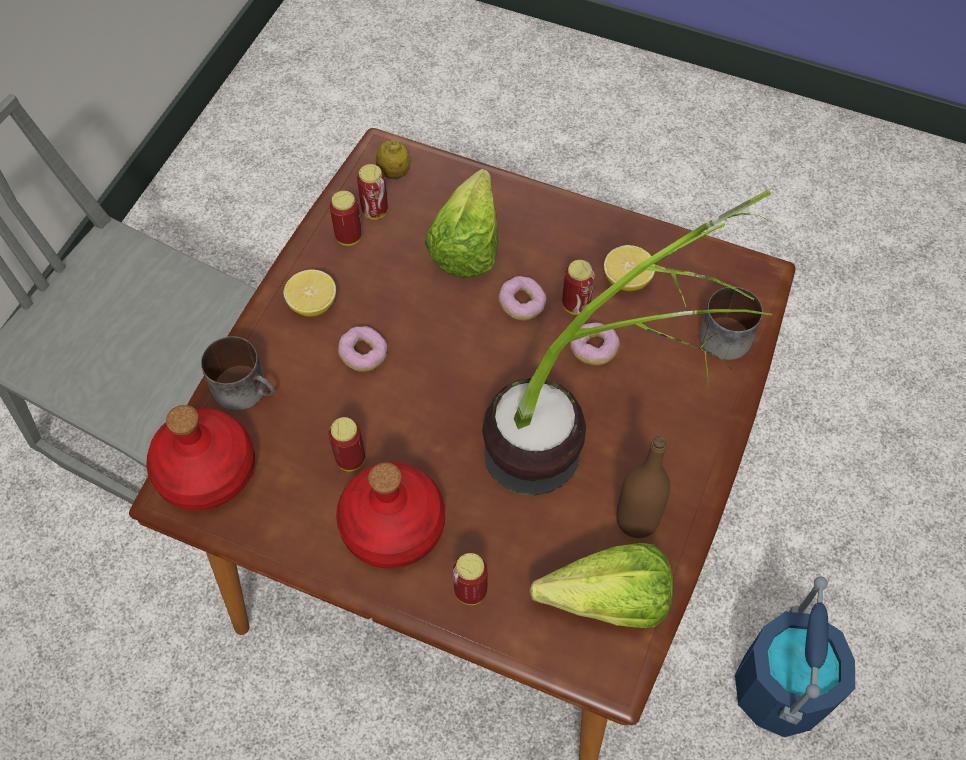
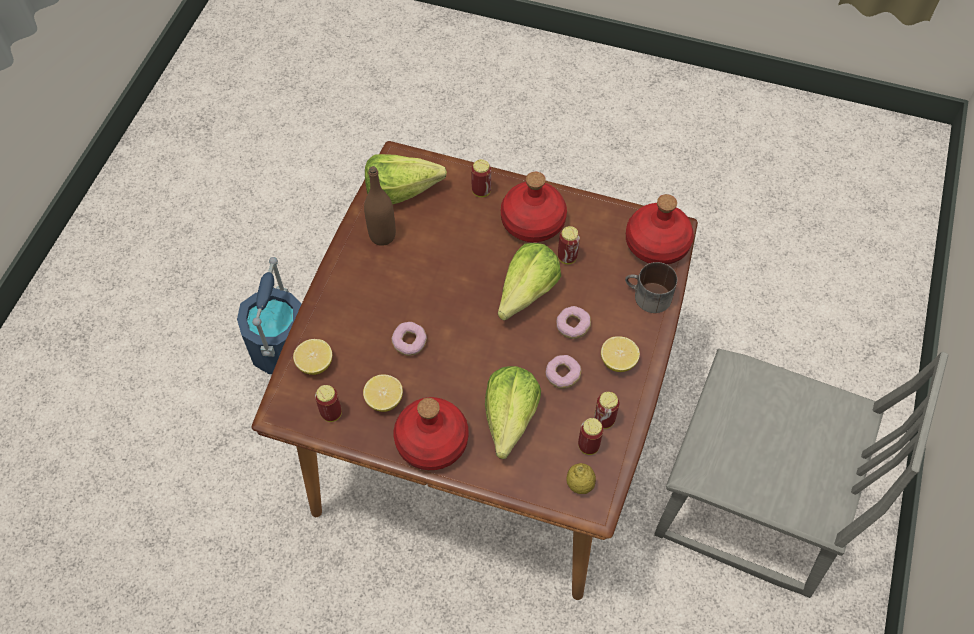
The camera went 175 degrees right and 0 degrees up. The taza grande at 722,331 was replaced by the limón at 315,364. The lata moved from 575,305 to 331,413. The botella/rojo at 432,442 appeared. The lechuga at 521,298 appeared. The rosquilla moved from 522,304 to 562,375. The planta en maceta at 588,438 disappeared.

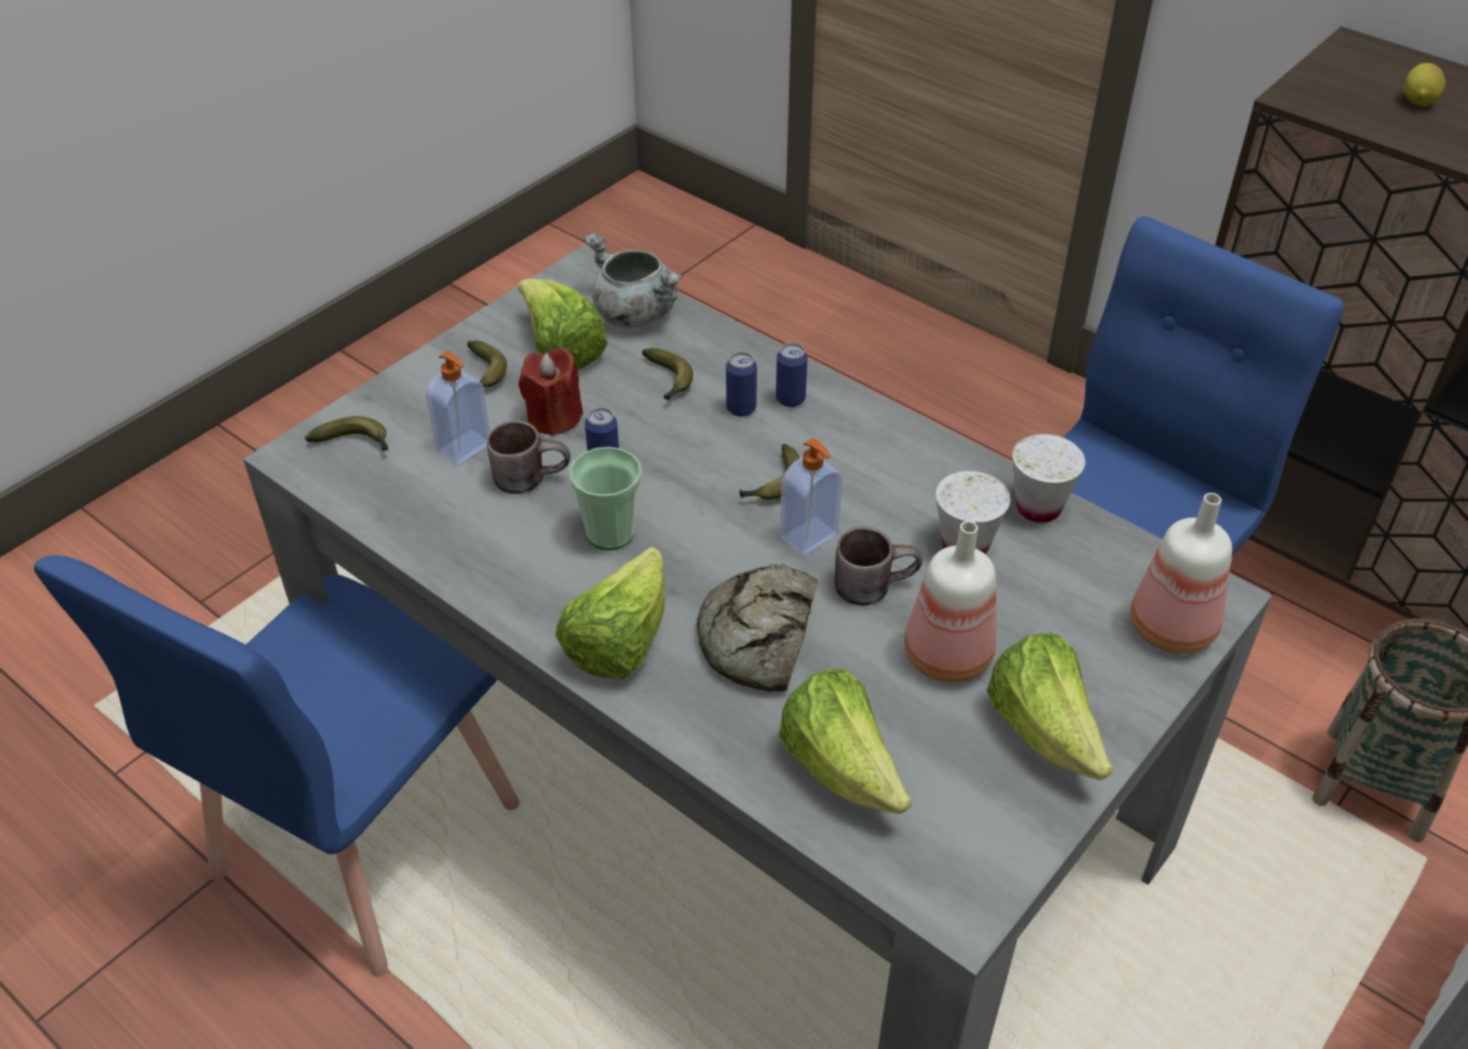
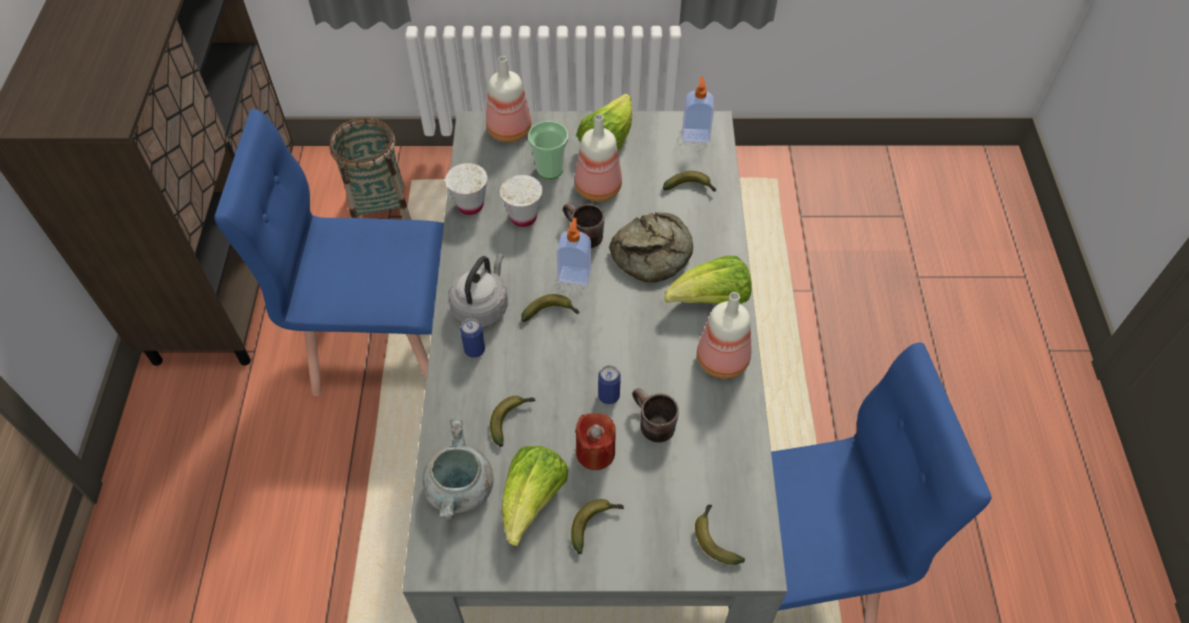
The camera went 130 degrees left and 10 degrees up. The hervidor/gris at 482,306 appeared. The taza moved from 610,533 to 549,169. The lechuga at 842,768 was replaced by the plátano at 690,187. The dispensador de jabón moved from 465,449 to 695,134. The botella at 723,359 appeared. The lata at 741,408 disappeared. The limón at 1418,101 disappeared.

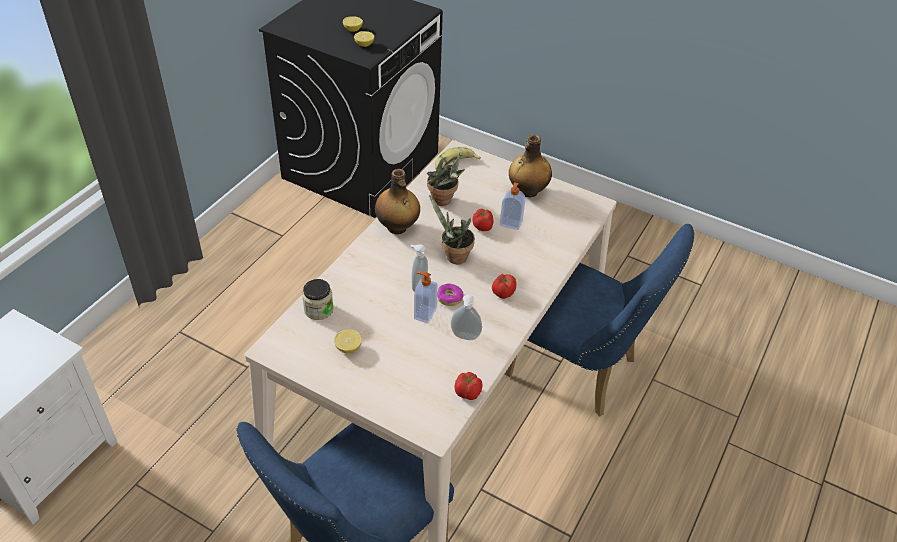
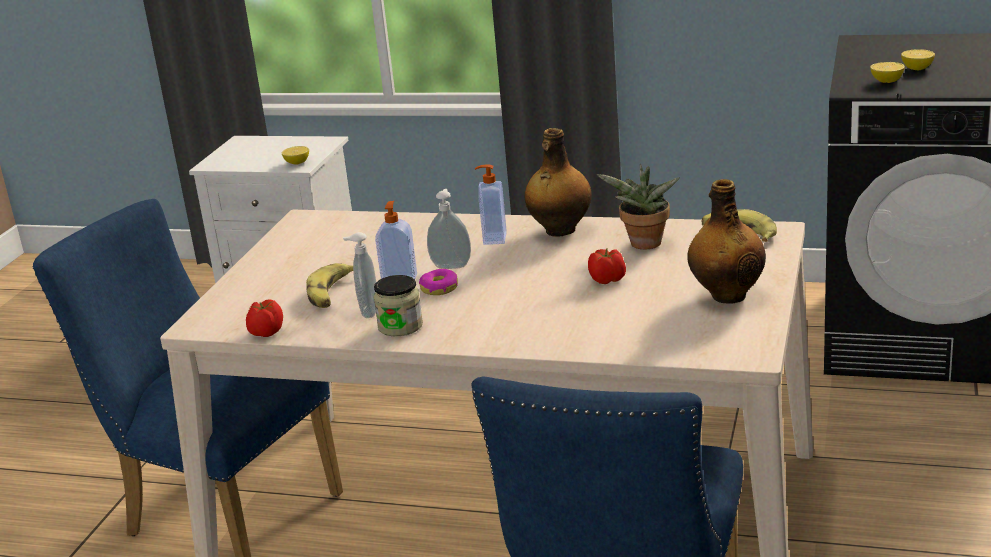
The camera went 80 degrees right and 20 degrees down. The limón moved from 348,348 to 297,163. The plátano at 333,293 appeared. The tarro moved from 318,309 to 400,326. The dispensador de jabón moved from 510,224 to 493,238. The planta en maceta at 453,257 disappeared. The tomate at 503,293 disappeared.

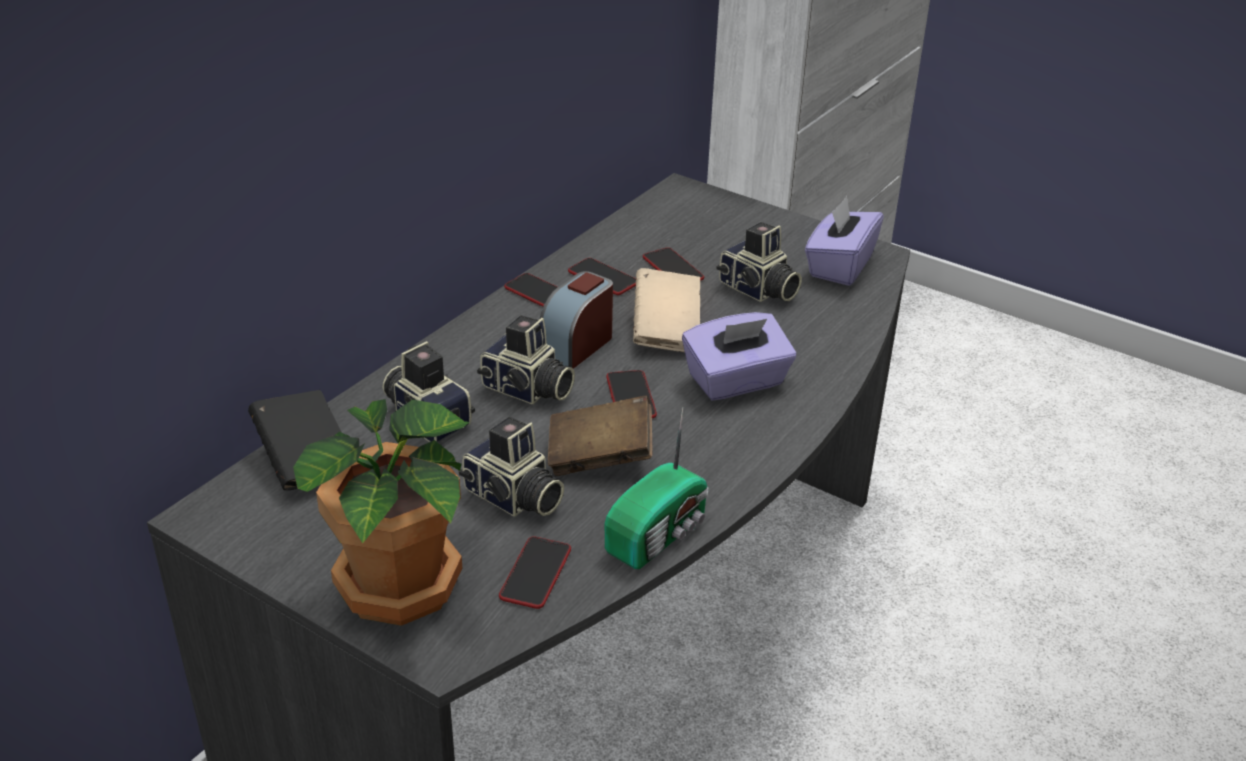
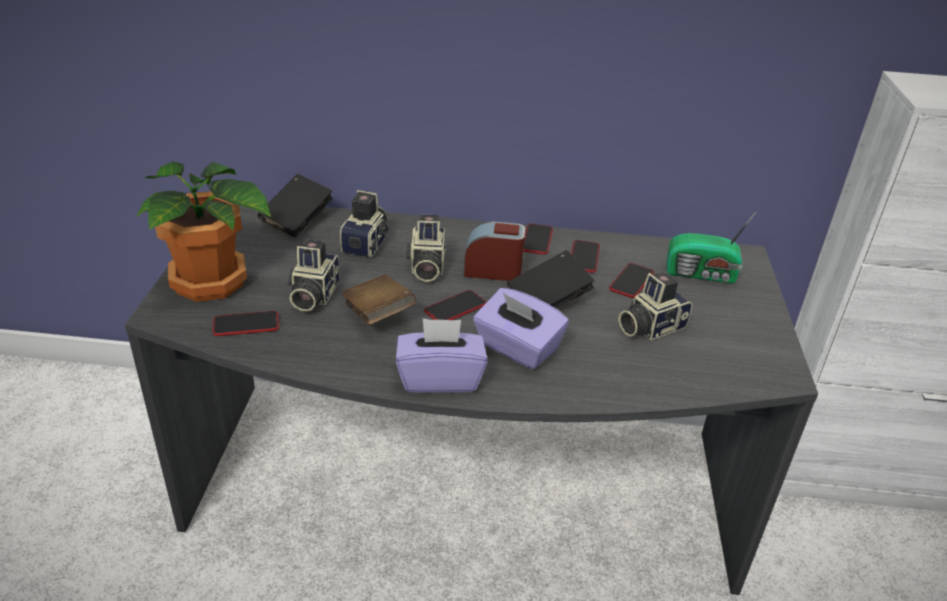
The camera went 60 degrees right and 0 degrees up. The caja de pañuelos/morado moved from 839,266 to 440,378. The libro/beis at 666,331 became the libro/negro at 548,300. The cámara at 758,290 turned 45 degrees clockwise. The radio moved from 660,534 to 702,274.

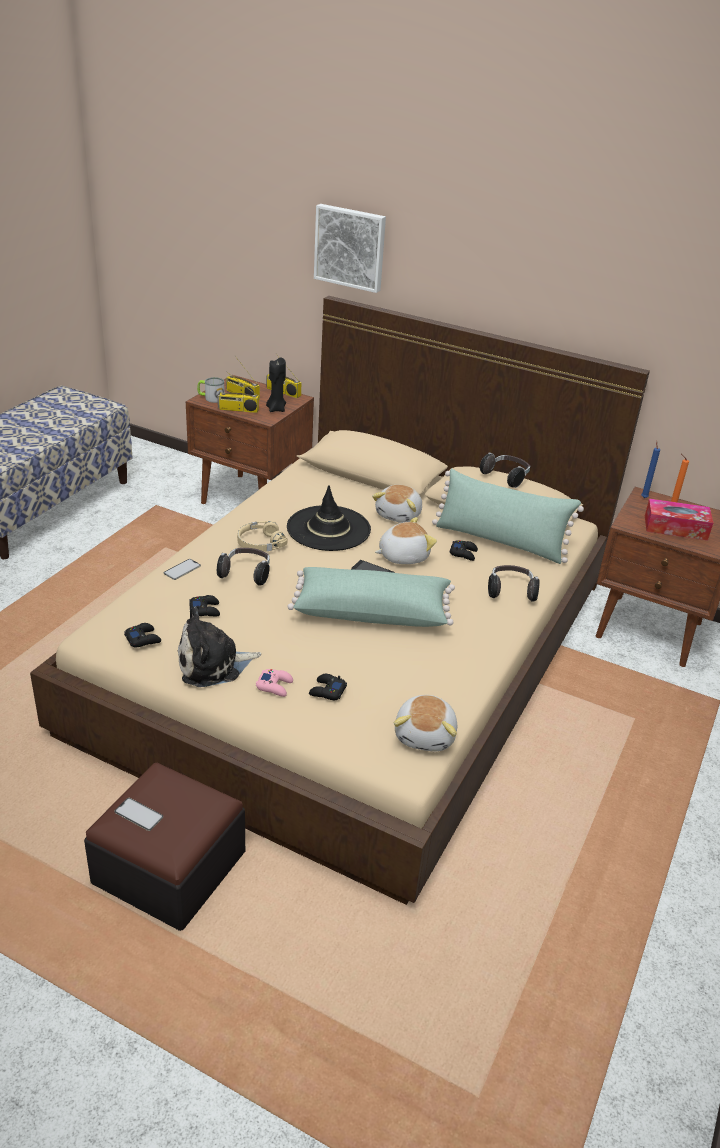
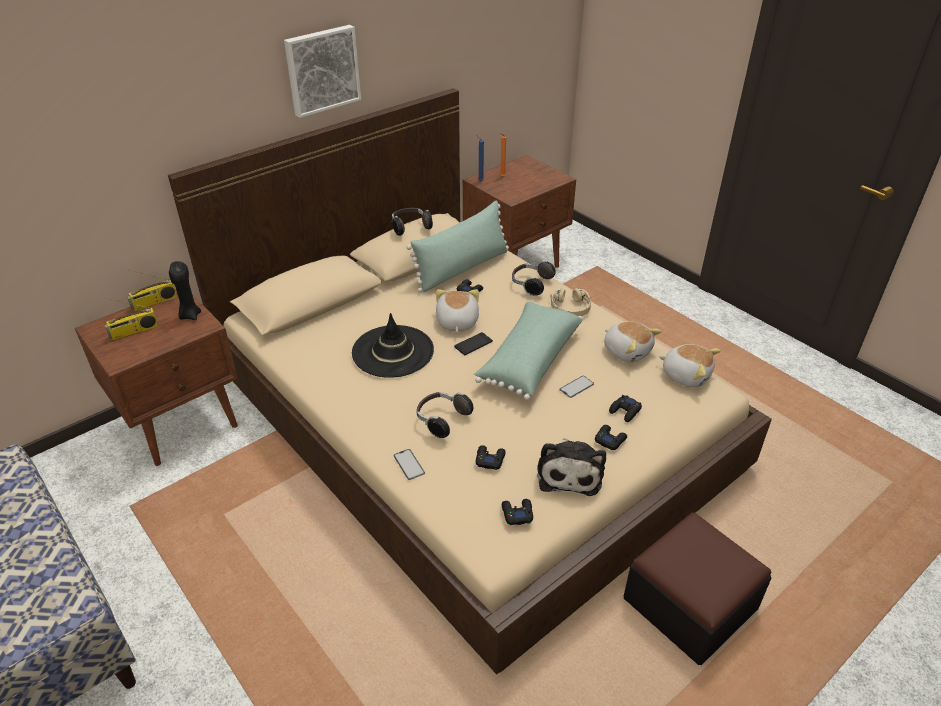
The camera went 65 degrees left and 5 degrees up. The cuadro moved from 350,247 to 322,70. The auriculares/beis moved from 260,543 to 570,308. The móvil moved from 138,814 to 576,387. The mando de consola/rosa at 275,686 became the mando de consola/negro at 610,440. The peluche moved from 399,515 to 627,350. The taza grande at 211,398 disappeared. The radio at 238,410 disappeared. The caja de pañuelos at 675,528 disappeared.

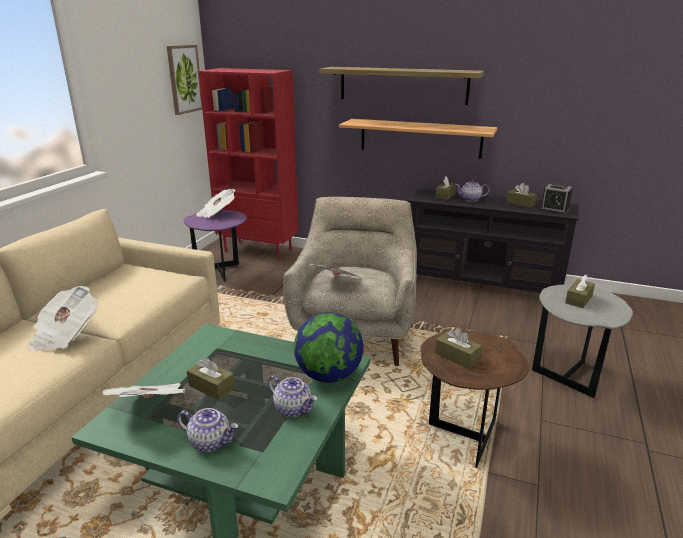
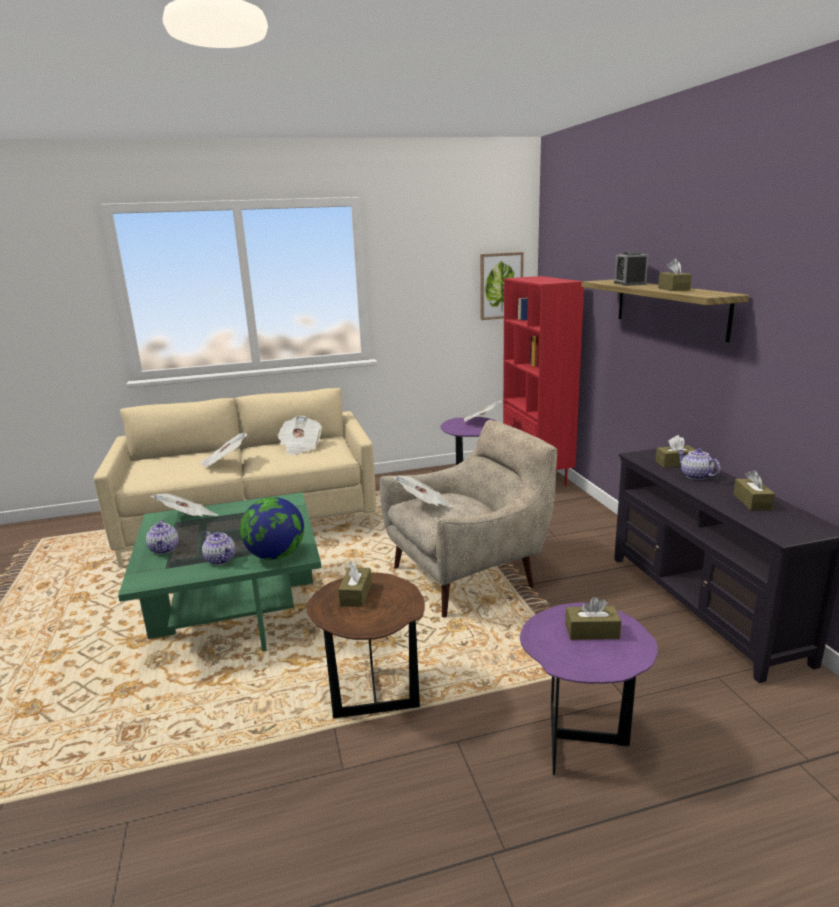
The camera went 55 degrees right and 5 degrees down. The tetera at 293,409 turned 45 degrees counterclockwise. The periódico at 300,447 appeared. The mesa auxiliar/gris at 569,375 became the mesa auxiliar/morado at 581,740. The despertador moved from 554,210 to 629,284. The caja de pañuelos/marrón moved from 211,387 to 673,289. The estante at 420,138 disappeared.

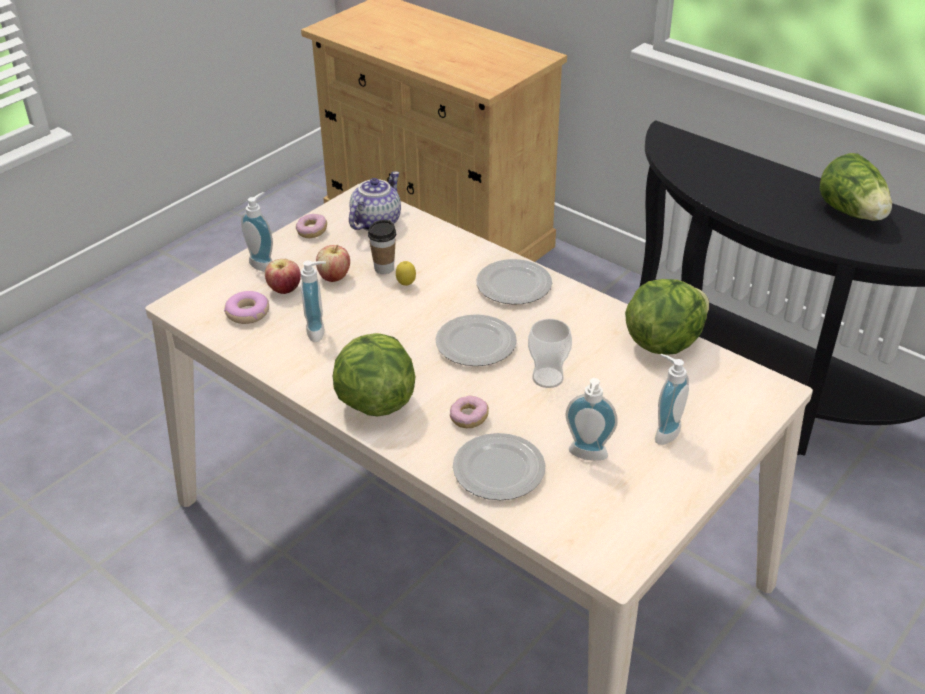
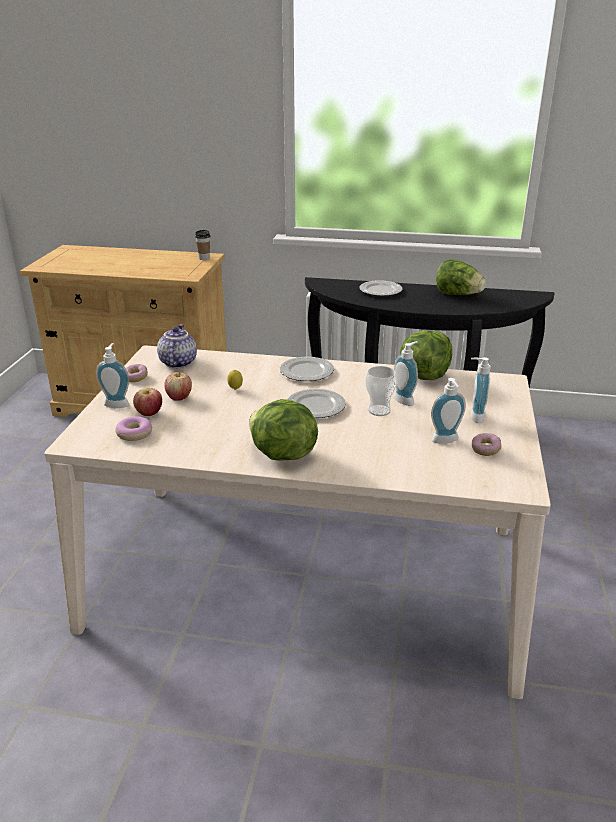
The camera went 30 degrees left and 10 degrees down. The taza moved from 384,268 to 204,258. The plato moved from 499,471 to 381,291. The dispensador de jabón moved from 319,331 to 406,400. The rosquilla moved from 469,418 to 485,450.

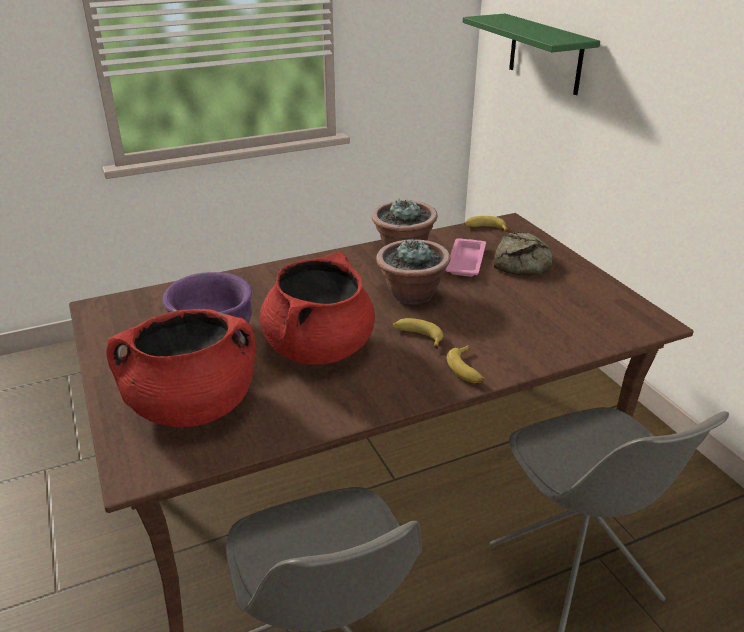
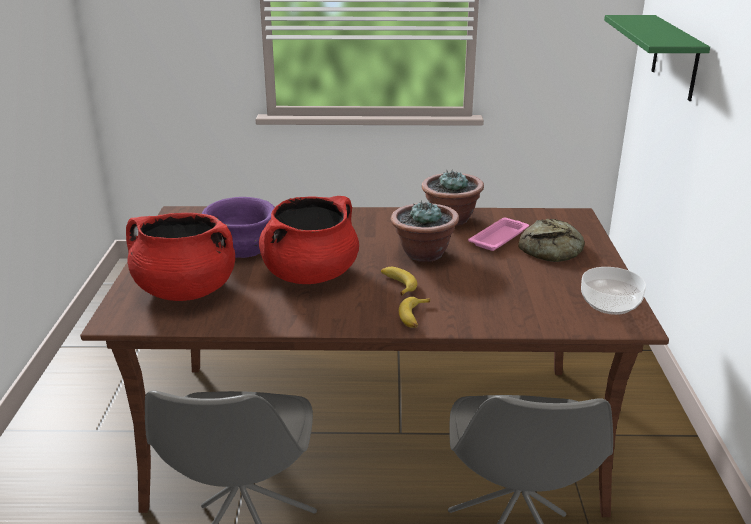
The camera went 25 degrees right and 5 degrees down. The cuenco at 610,303 appeared. The plátano at 485,228 disappeared.

